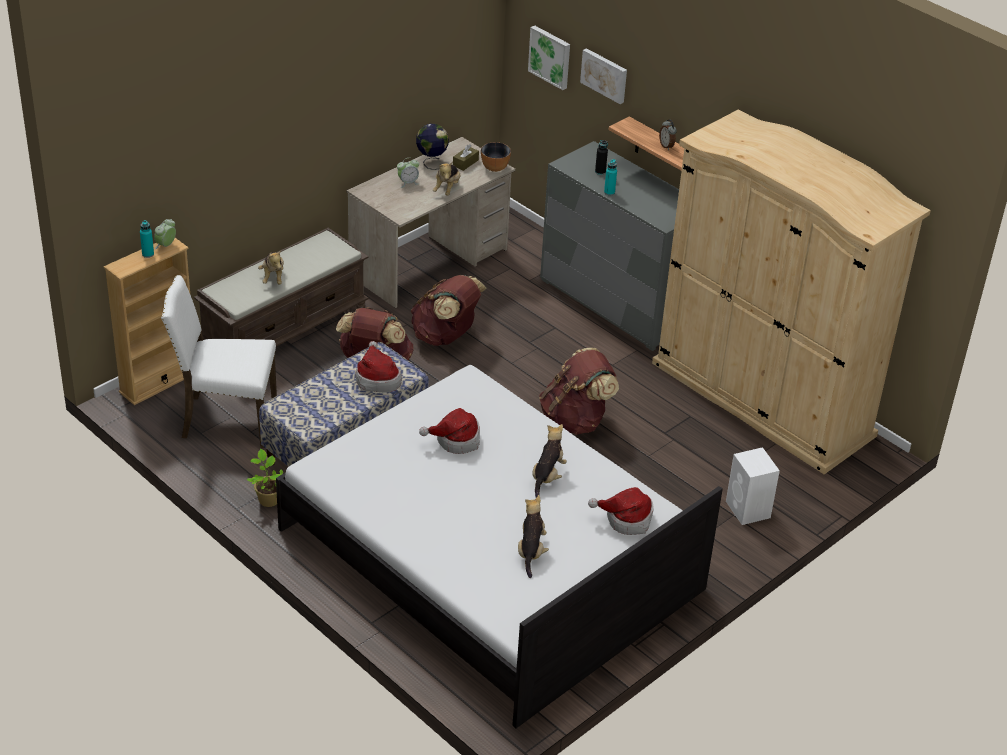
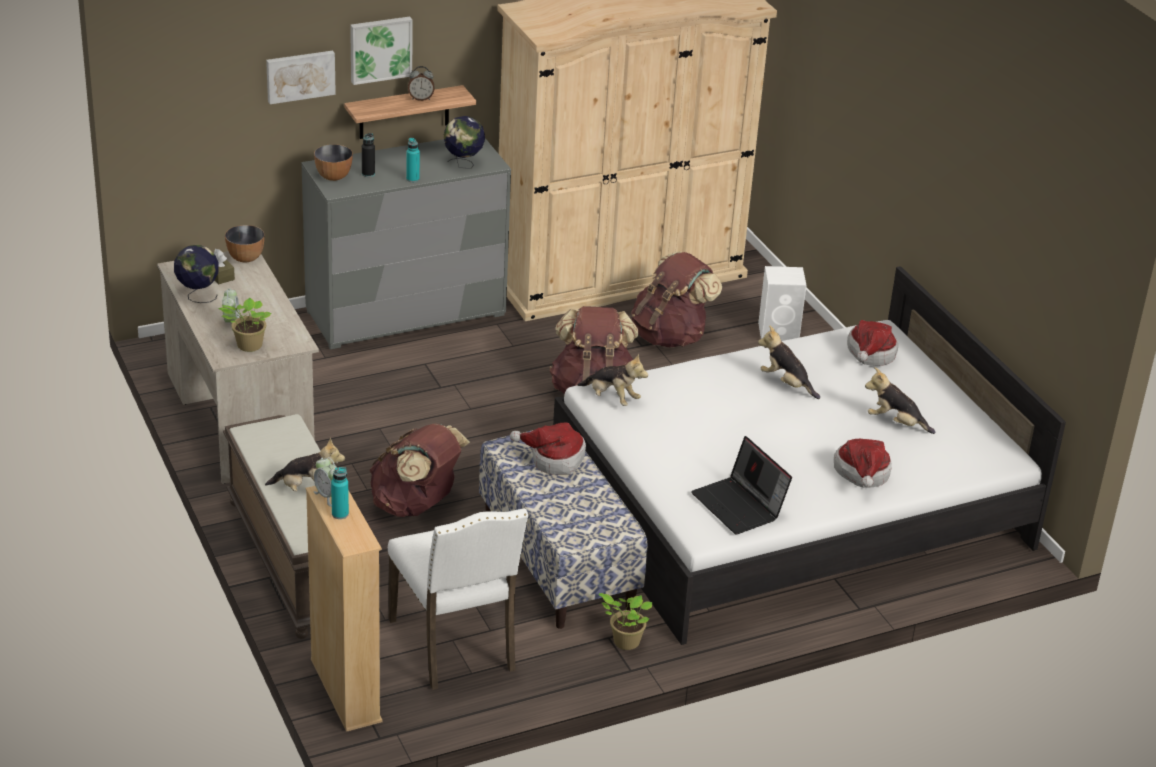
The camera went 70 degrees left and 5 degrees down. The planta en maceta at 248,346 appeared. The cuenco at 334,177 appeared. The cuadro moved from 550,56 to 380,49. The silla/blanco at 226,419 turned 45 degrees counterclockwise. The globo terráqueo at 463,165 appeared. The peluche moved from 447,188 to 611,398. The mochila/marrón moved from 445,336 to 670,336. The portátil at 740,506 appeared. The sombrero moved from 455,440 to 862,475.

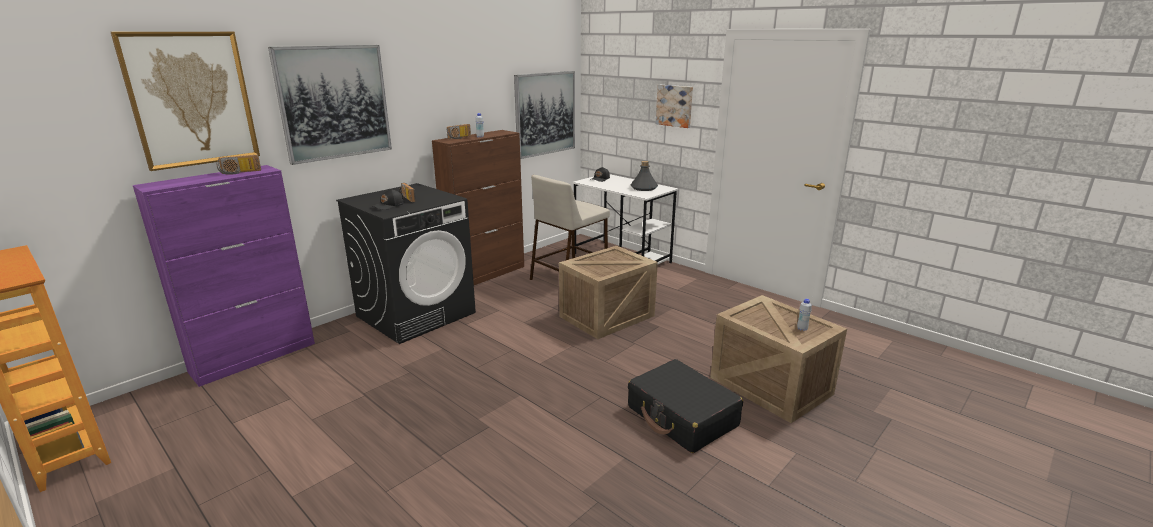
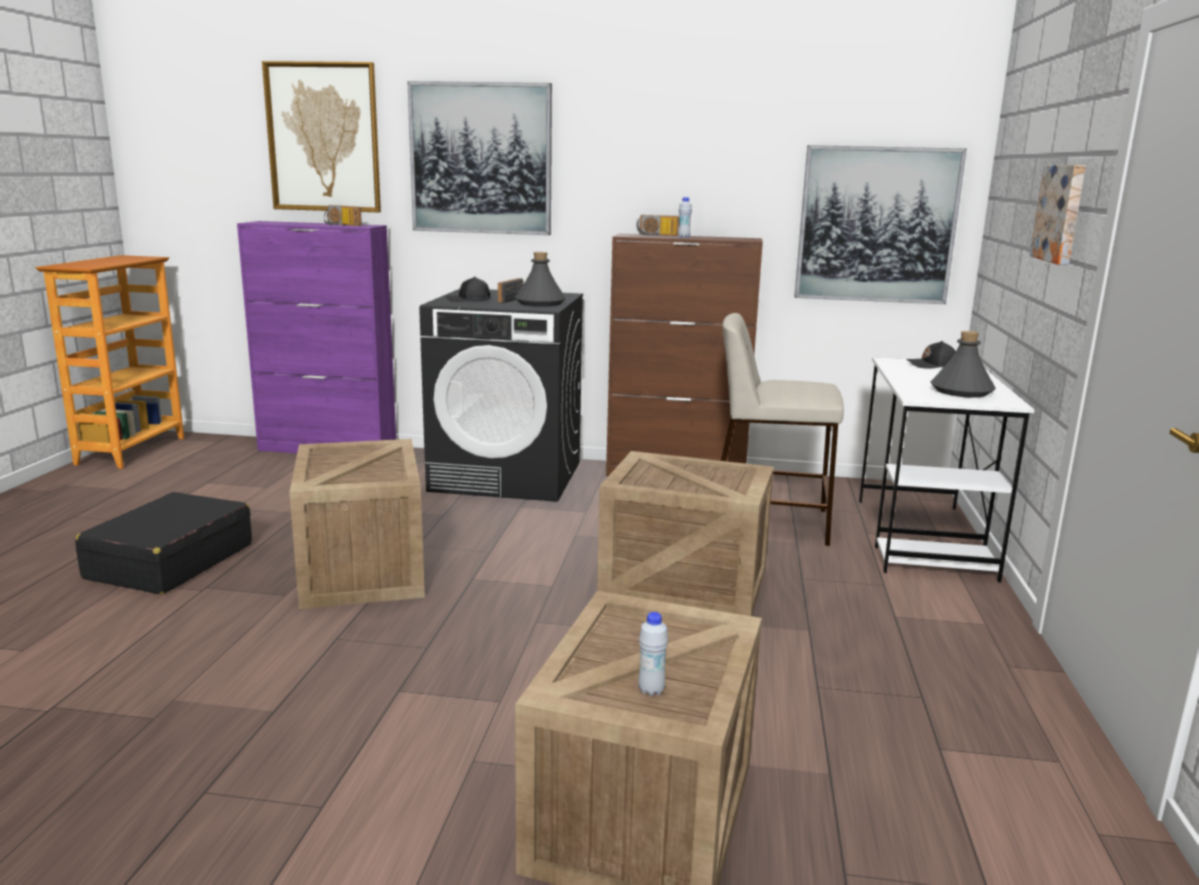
The camera went 55 degrees right and 5 degrees down. The maleta/negro moved from 682,417 to 170,561. The caja de embalaje at 360,569 appeared. The botella/gris at 540,303 appeared.

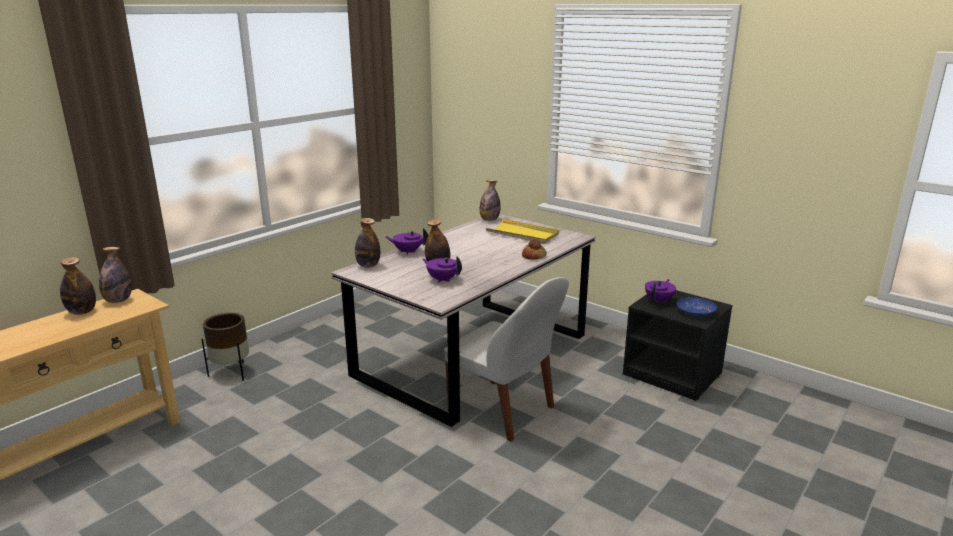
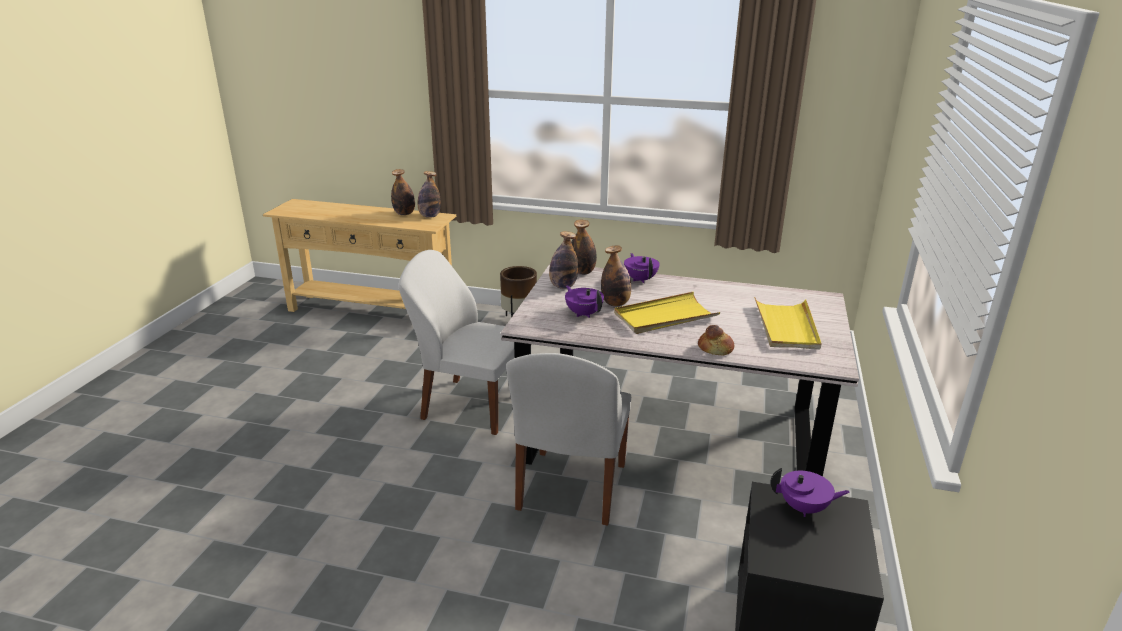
The camera went 65 degrees right and 5 degrees up. The silla/blanco at 471,405 appeared. The botella moved from 489,220 to 563,286. The tetera/morado at 442,279 turned 45 degrees counterclockwise. The bandeja/amarillo at 665,317 appeared. The plato/azul at 696,312 disappeared.

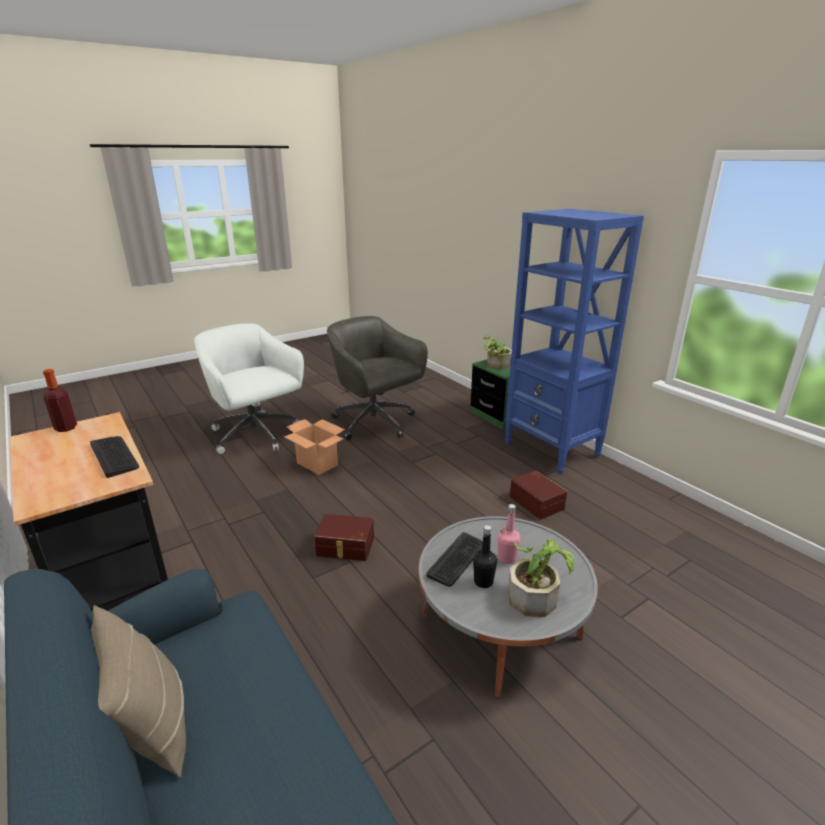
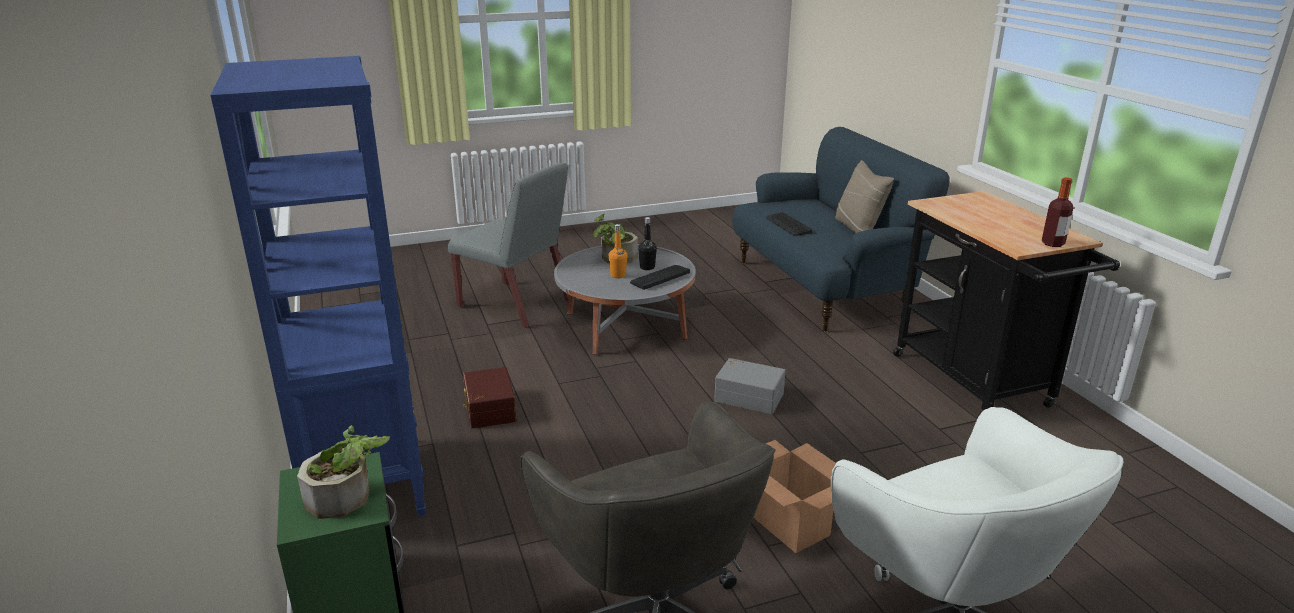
The camera went 165 degrees left and 0 degrees up. The silla/gris at 516,304 appeared. The botella/rosa at 507,558 became the botella/naranja at 618,275. The caja de almacenaje/marrón at 345,547 became the caja de almacenaje/gris at 749,396. The teclado moved from 114,456 to 788,225.

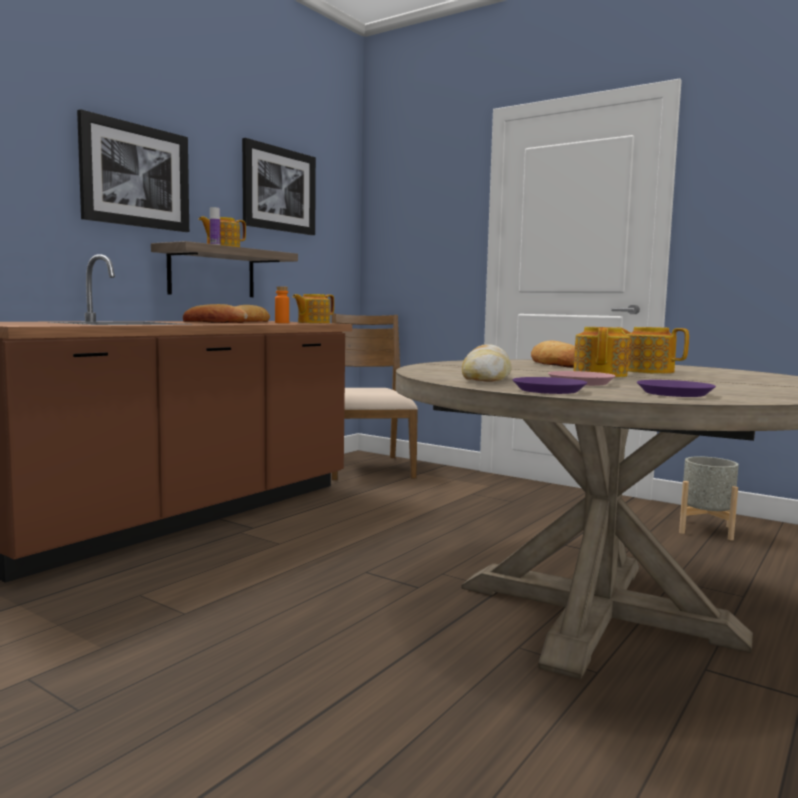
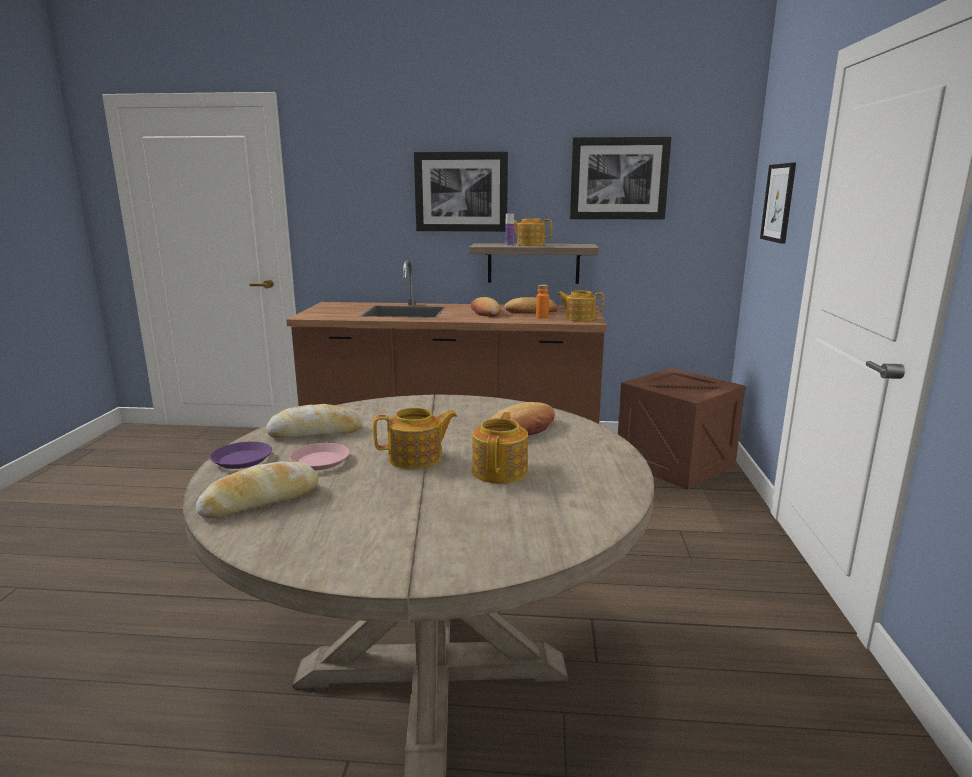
The camera went 60 degrees right and 10 degrees up. The plato/morado at 675,393 was replaced by the pan at 260,500. The silla/marrón at 368,467 was replaced by the caja de embalaje at 675,463. The cuadro at 778,203 appeared. The maceta/gris at 706,529 disappeared.

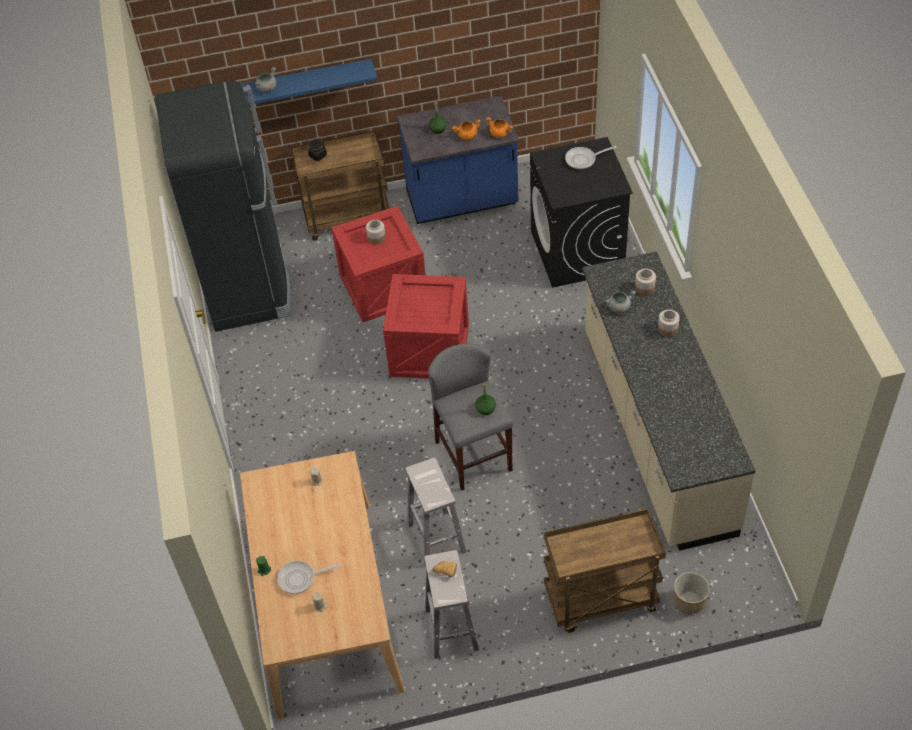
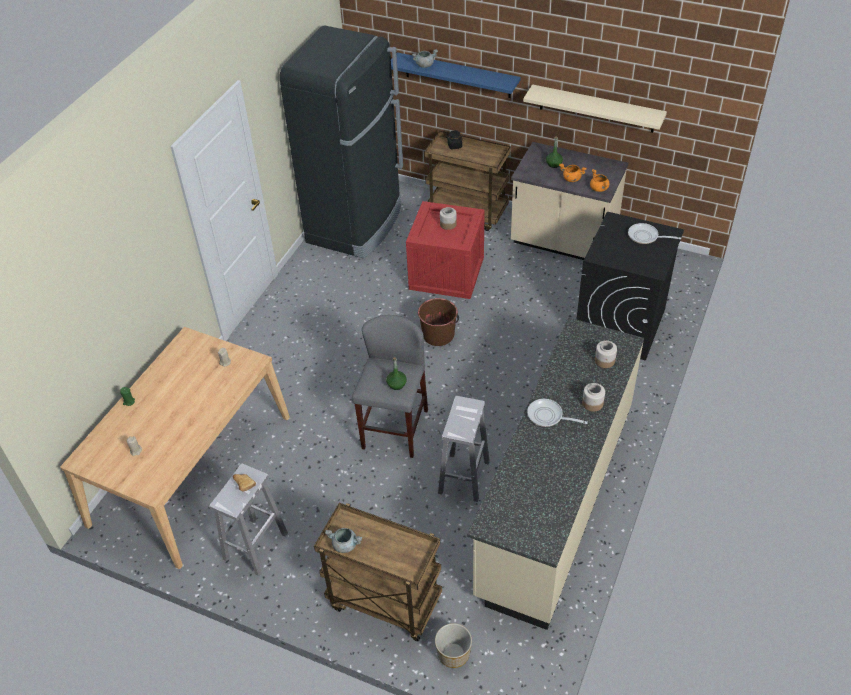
The camera went 35 degrees right and 5 degrees down. The olla/gris moved from 619,307 to 345,544. The caja de embalaje at 431,349 was replaced by the cubo/marrón at 438,334. The taburete/blanco moved from 437,538 to 464,478. The mueble bajo de cocina/azul at 462,201 became the mueble bajo de cocina/beis at 563,243. The estante/beis at 596,109 appeared. The sartén moved from 300,578 to 548,416.

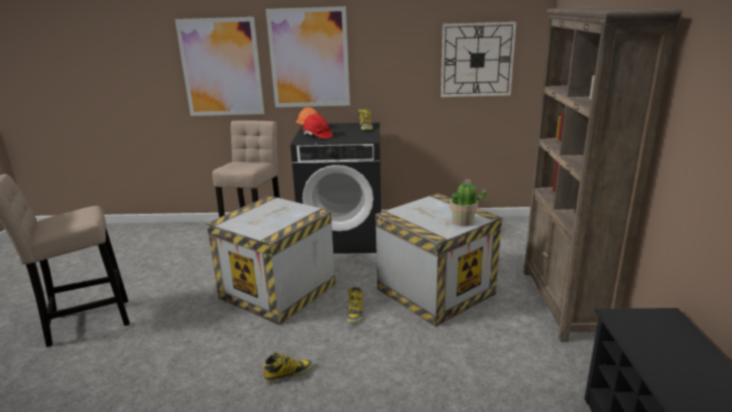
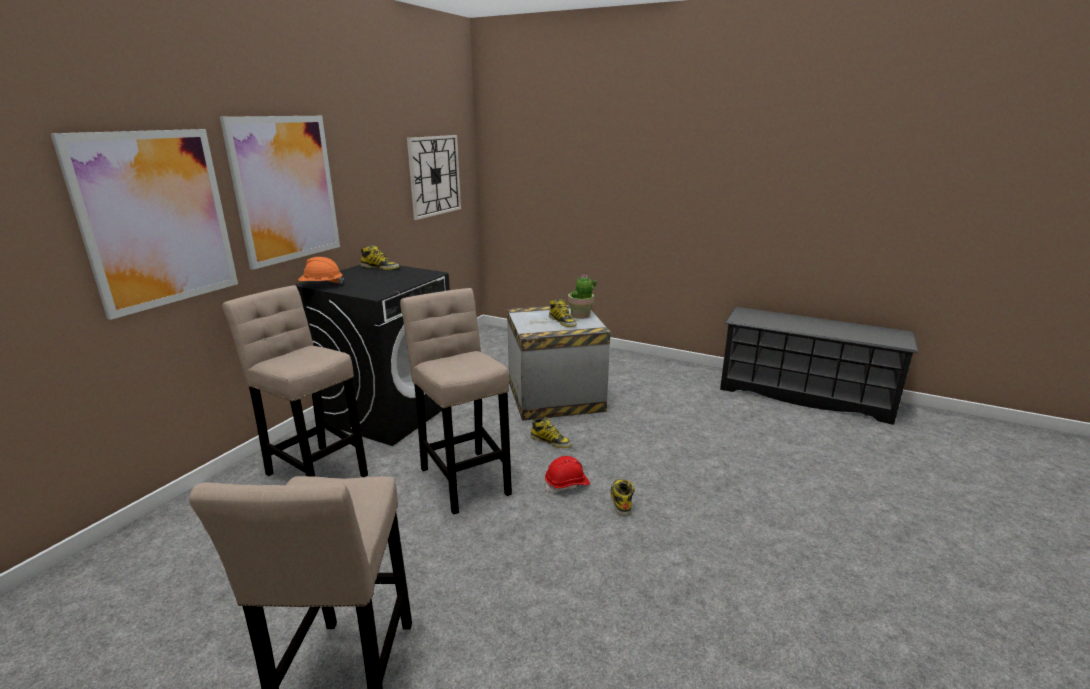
The camera went 65 degrees left and 0 degrees up. The caja de embalaje at 279,292 was replaced by the taburete/beis at 464,477. The casco/rojo moved from 317,136 to 567,484. The bota at 562,322 appeared. The estantería/marrón at 564,303 disappeared.

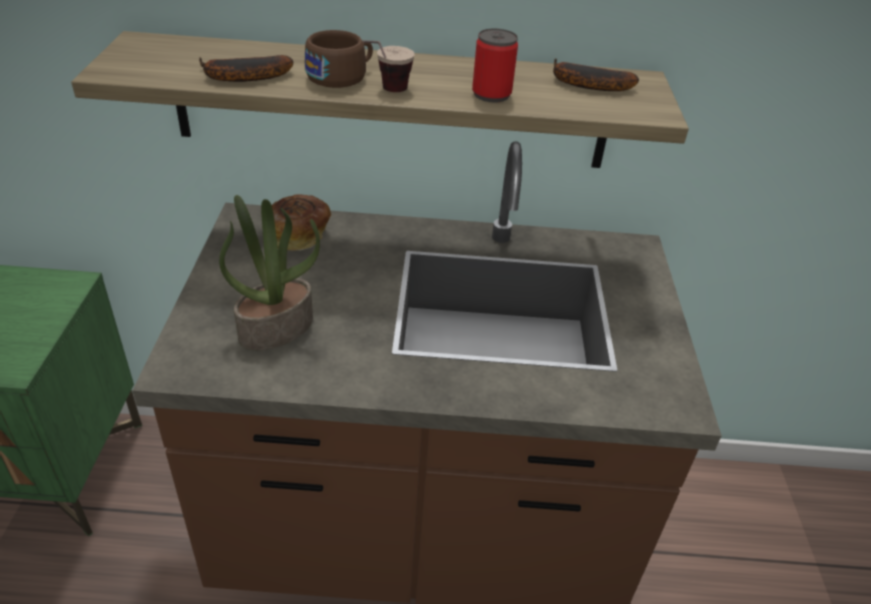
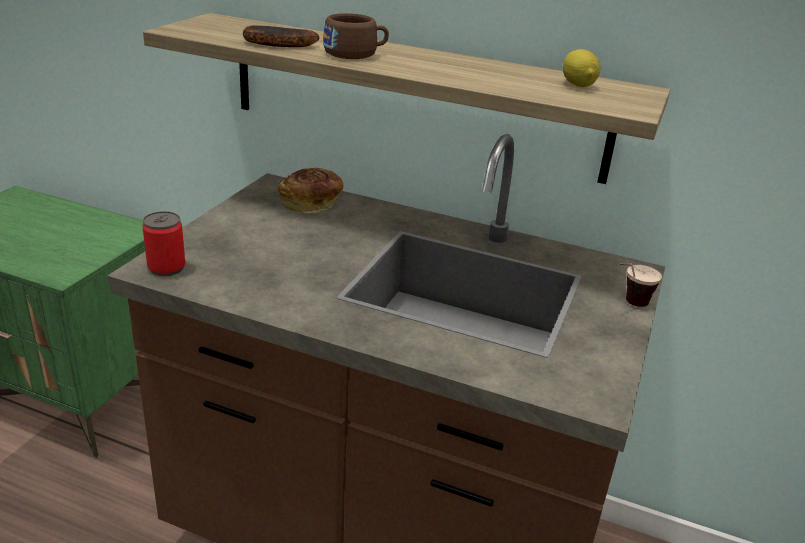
The camera went 20 degrees right and 10 degrees down. The lata moved from 491,94 to 166,268. The plátano at 585,84 was replaced by the limón at 577,85. The taza moved from 385,93 to 627,305. The planta en maceta at 276,327 disappeared.

